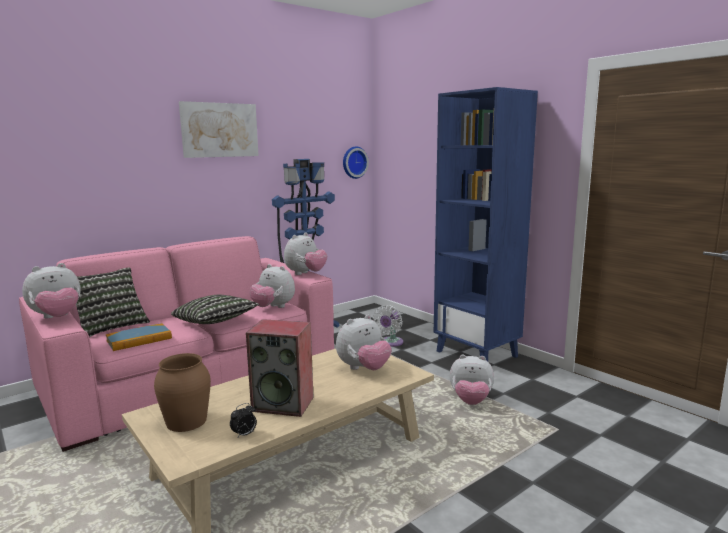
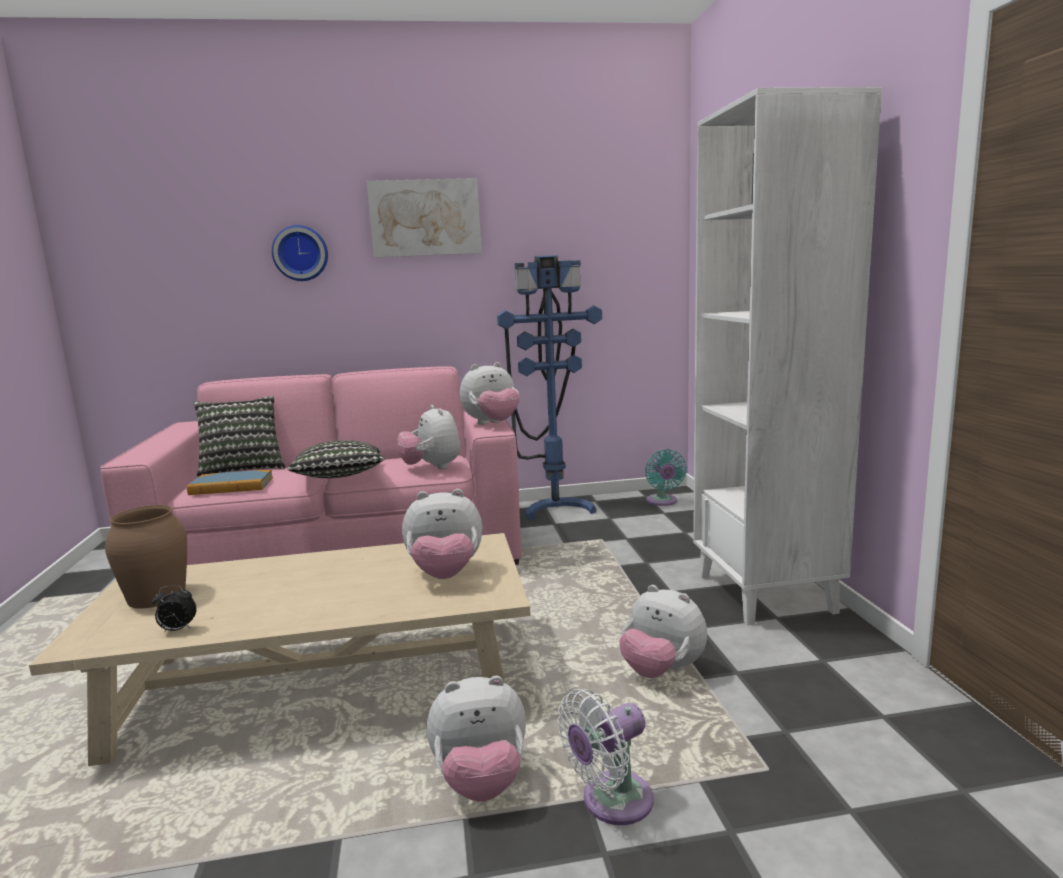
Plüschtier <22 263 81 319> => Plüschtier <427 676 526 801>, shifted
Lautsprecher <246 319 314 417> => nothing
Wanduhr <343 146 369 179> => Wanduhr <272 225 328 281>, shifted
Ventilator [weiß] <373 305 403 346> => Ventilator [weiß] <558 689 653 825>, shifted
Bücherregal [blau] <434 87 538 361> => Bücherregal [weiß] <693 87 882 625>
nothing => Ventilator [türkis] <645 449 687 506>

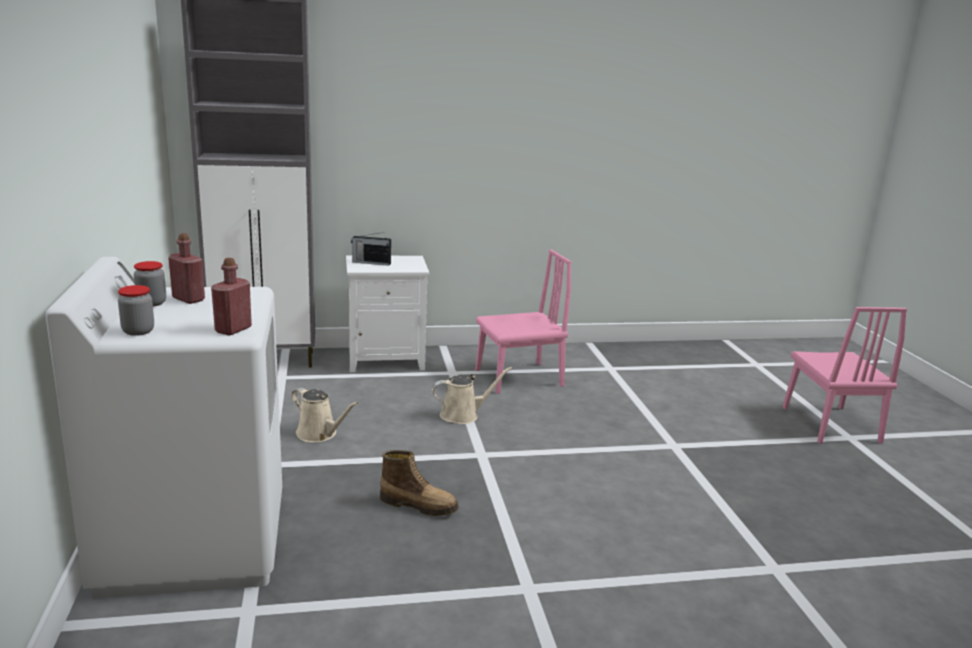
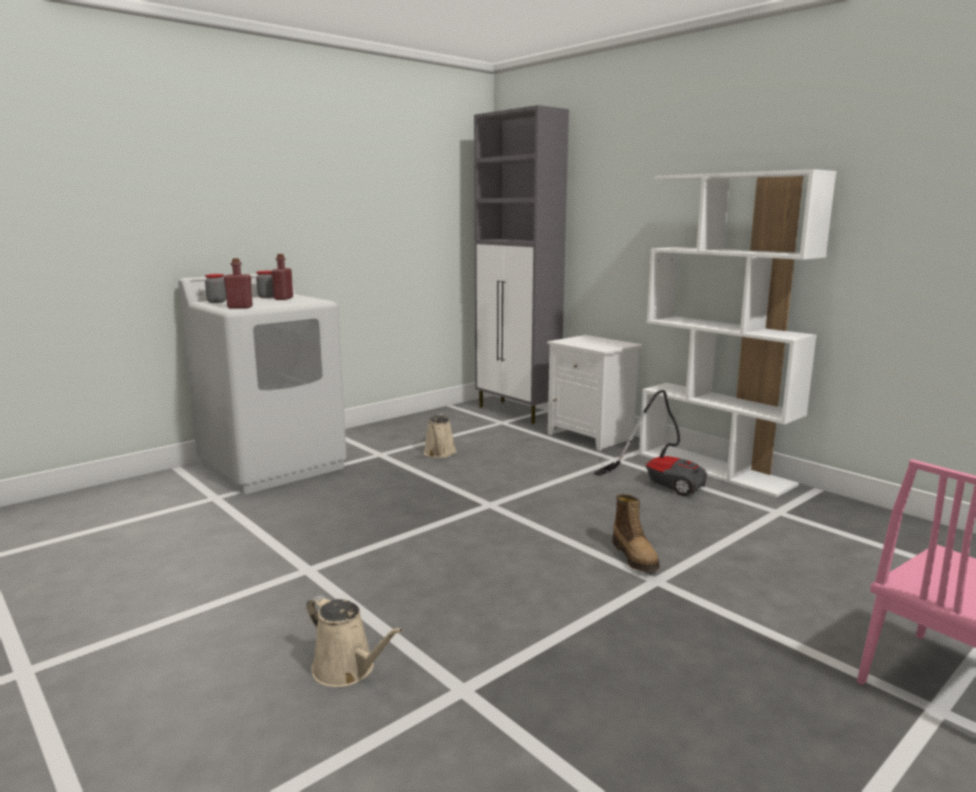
Radio <351 232 391 266> => nothing
Stiefel <380 450 459 516> => Stiefel <612 494 660 571>, shifted
Gießkanne [beige] <432 367 512 424> => Gießkanne [beige] <307 595 403 687>, shifted
Stuhl [rosa] <476 250 571 394> => Staubsauger <594 390 707 496>
nothing => Bücherregal [weiß] <639 169 836 497>

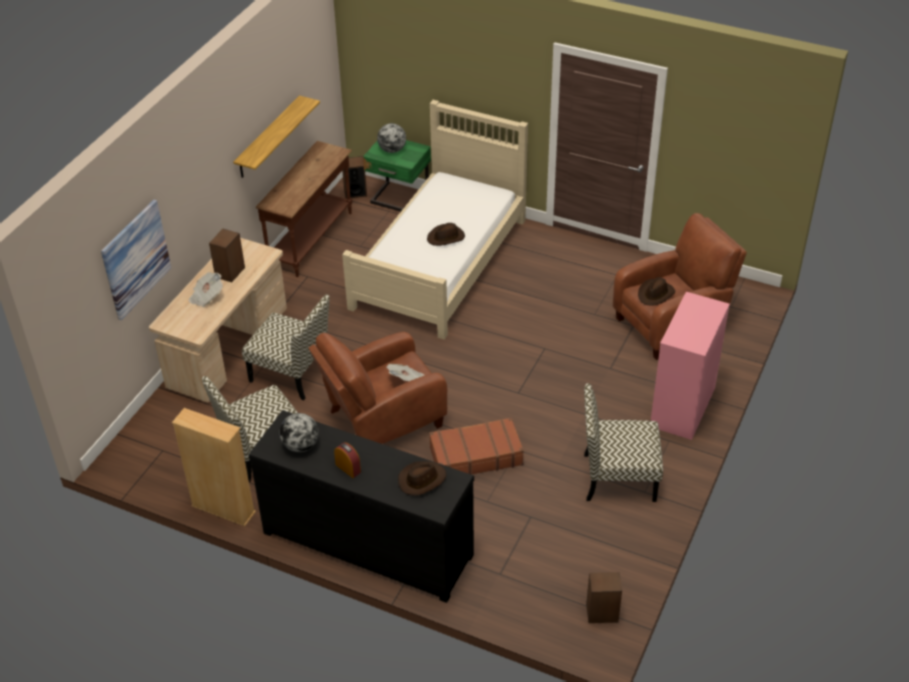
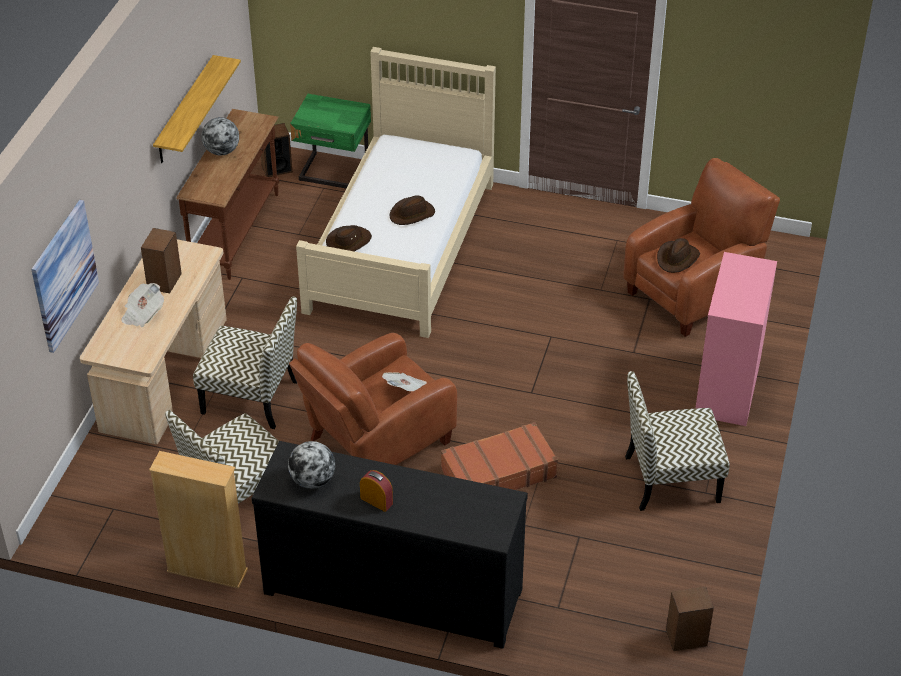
Globus <377 123 406 153> => Globus <201 117 239 156>, shifted
Hut [braun] <398 461 447 496> => Hut [braun] <326 225 372 252>, shifted

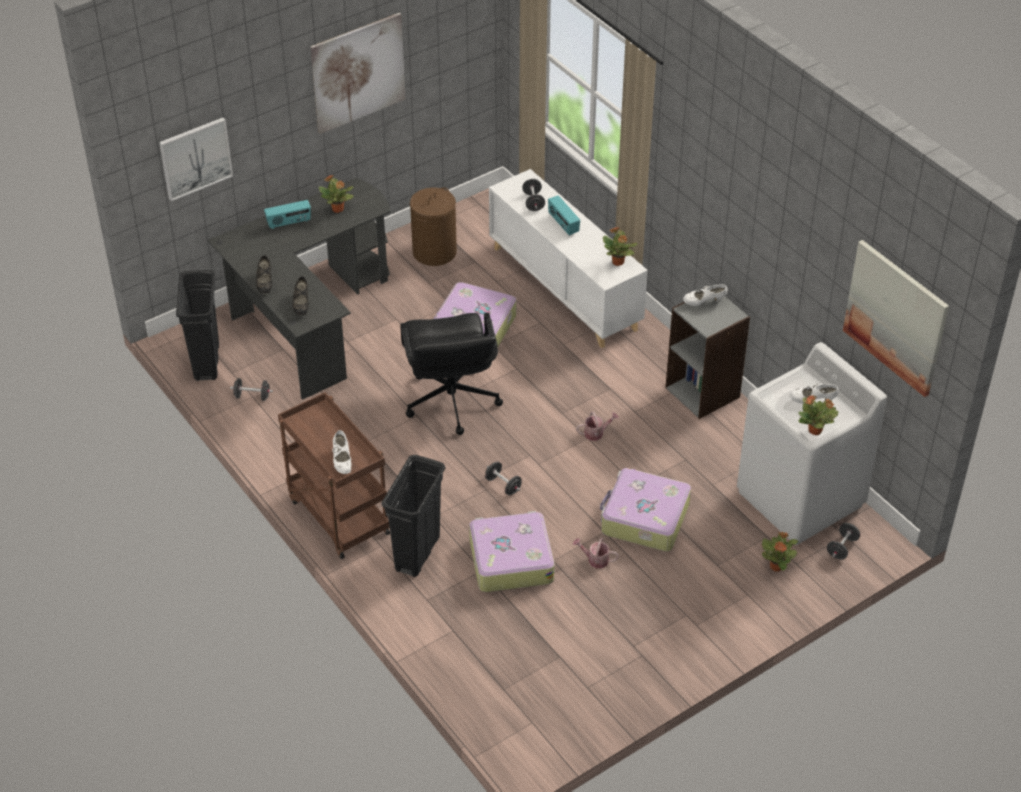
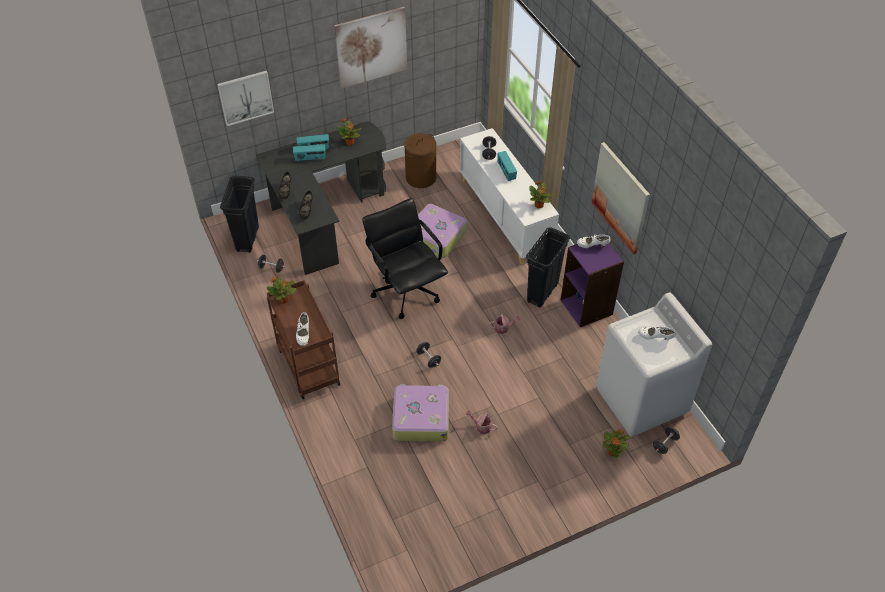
Mülleimer [schwarz] <382 455 445 577> => Mülleimer [schwarz] <526 227 570 307>, shifted
Bürostuhl [schwarz] <400 313 503 435> => Bürostuhl [schwarz] <362 198 448 319>, 150 degrees clockwise
Koffer <600 468 691 551> => nothing
Bücherregal [grau] <665 296 750 419> => Bücherregal [lila] <561 243 624 327>
Topfpflanze <799 395 839 435> => Topfpflanze <267 276 297 304>, shifted
Bild <843 240 949 397> => Bild <591 142 650 255>, shifted
nothing => Radio <293 144 326 162>

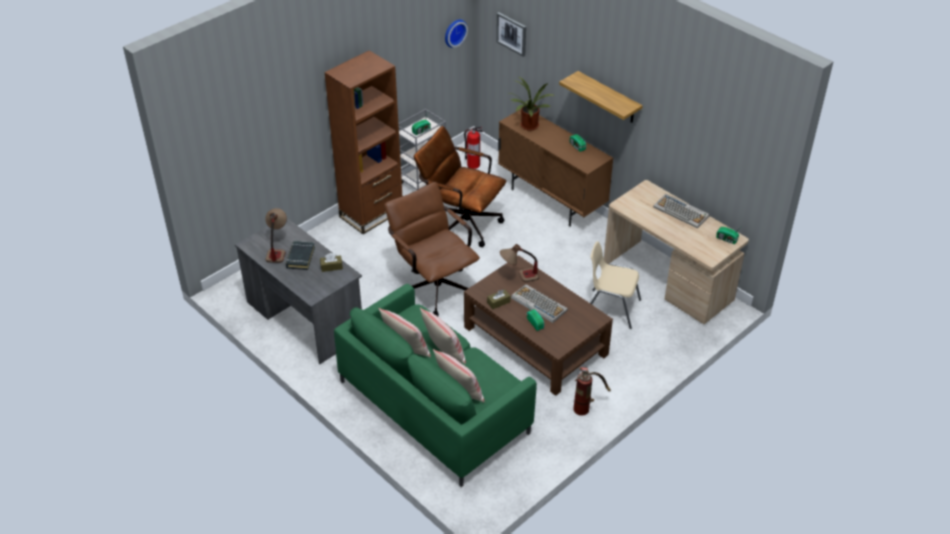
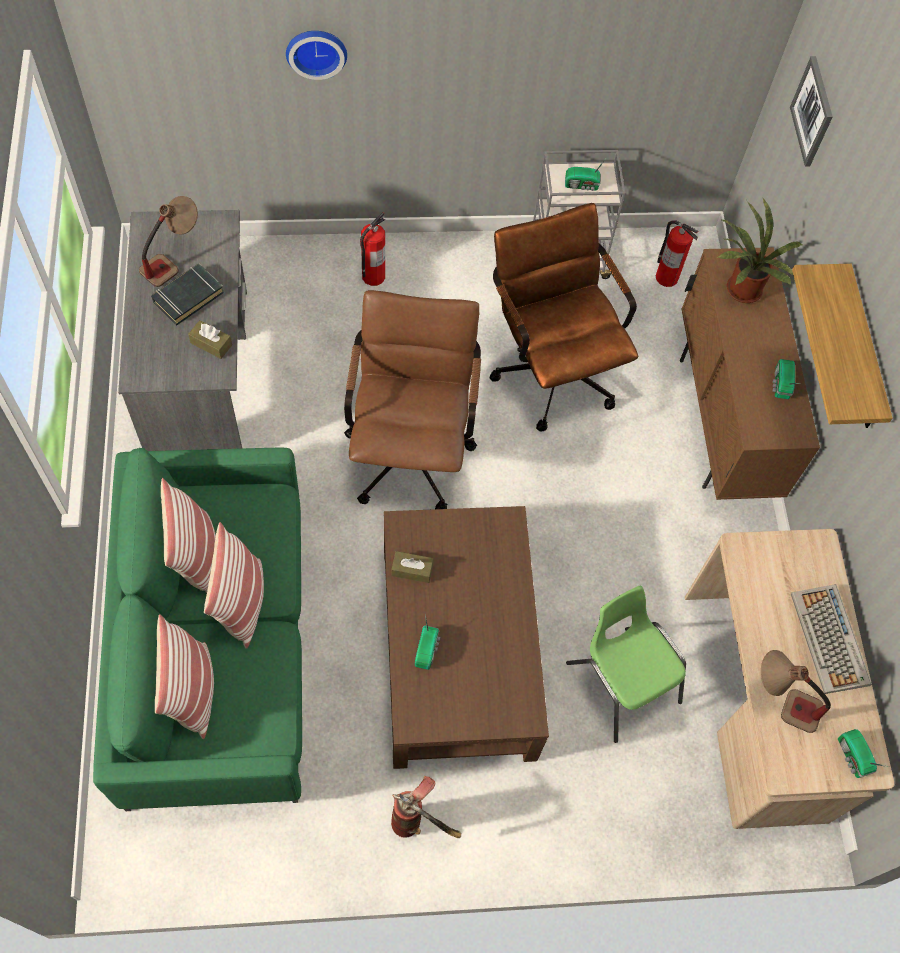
Bücherregal [braun] <324 50 402 234> => nothing
Wanduhr <445 20 468 48> => Wanduhr <286 31 347 80>, shifted
Tischlampe <500 244 539 282> => Tischlampe <761 650 831 733>, shifted
Tastatur <511 284 568 323> => nothing
Stuhl [beige] <590 241 641 329> => Stuhl [grün] <566 586 686 743>
nothing => Feuerlöscher <360 212 385 286>

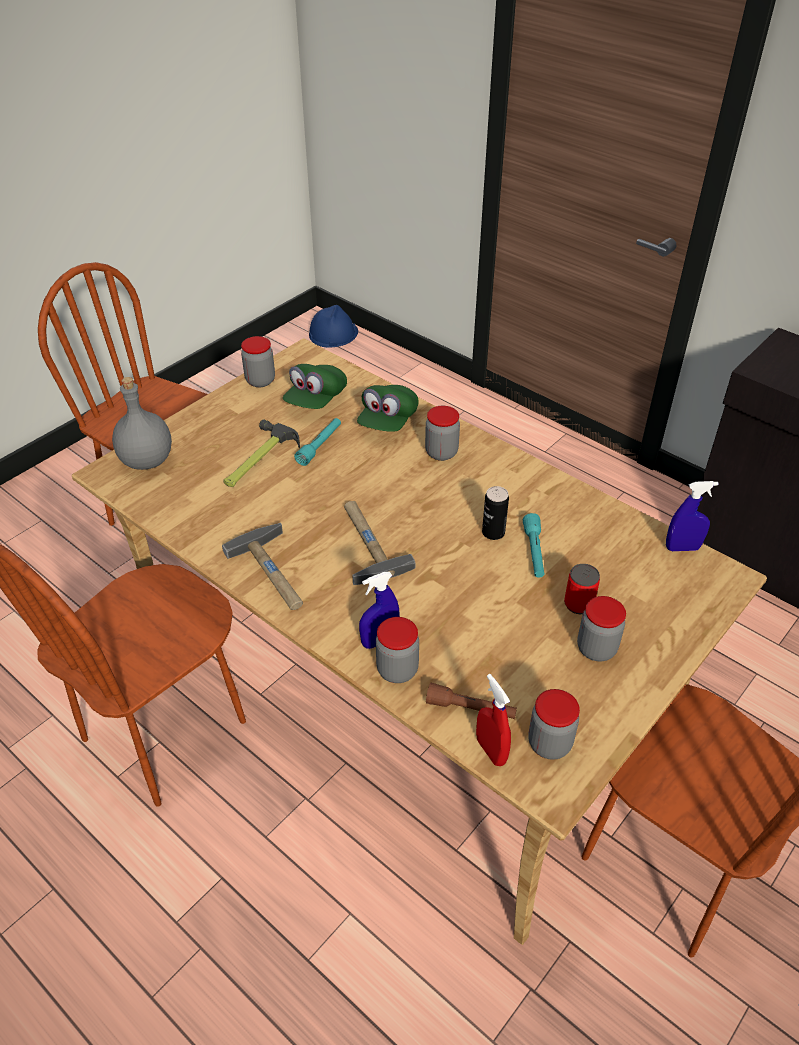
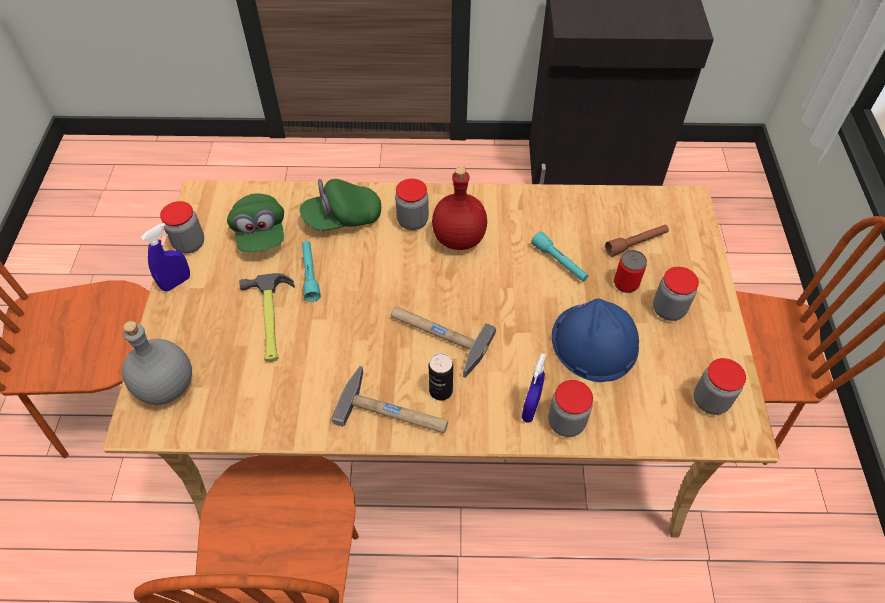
Schutzhelm [blau] <309 305 358 347> => Schutzhelm [blau] <552 299 639 382>, shifted
Kappe [grün] <357 385 419 432> => Kappe [grün] <300 179 381 231>, 90 degrees clockwise
Taschenlampe [braun] <426 683 517 719> => Taschenlampe [braun] <605 225 669 257>, shifted
Sprühflasche [rot] <476 674 511 766> => nothing
Dose <482 486 509 540> => Dose <429 353 453 401>, shifted
Sprühflasche [blau] <666 481 719 551> => Sprühflasche [blau] <141 223 190 291>, shifted
nothing => Flasche [rot] <432 167 487 250>

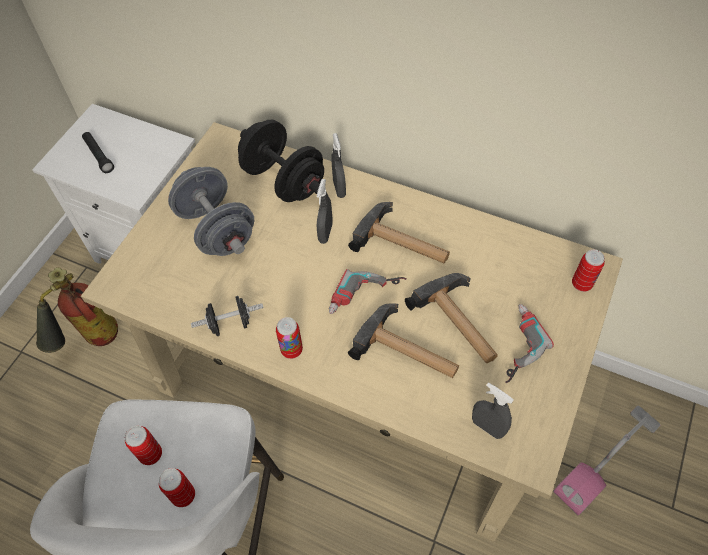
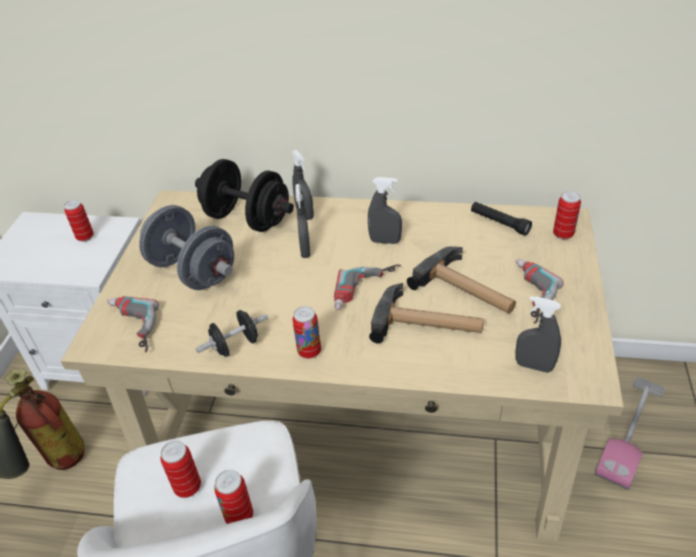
Taschenlampe [schwarz] <82 132 114 173> => Taschenlampe [schwarz] <471 202 532 236>, shifted
Hammer <348 202 450 263> => Sprühflasche [grau] <368 177 402 244>
nothing => Dose <64 200 94 241>
nothing => Bohrmaschine <107 296 159 353>

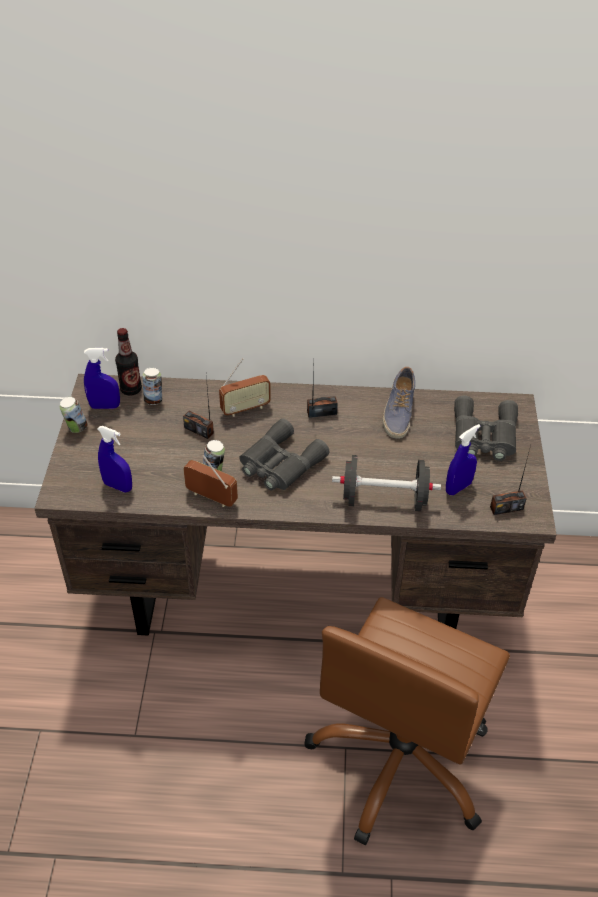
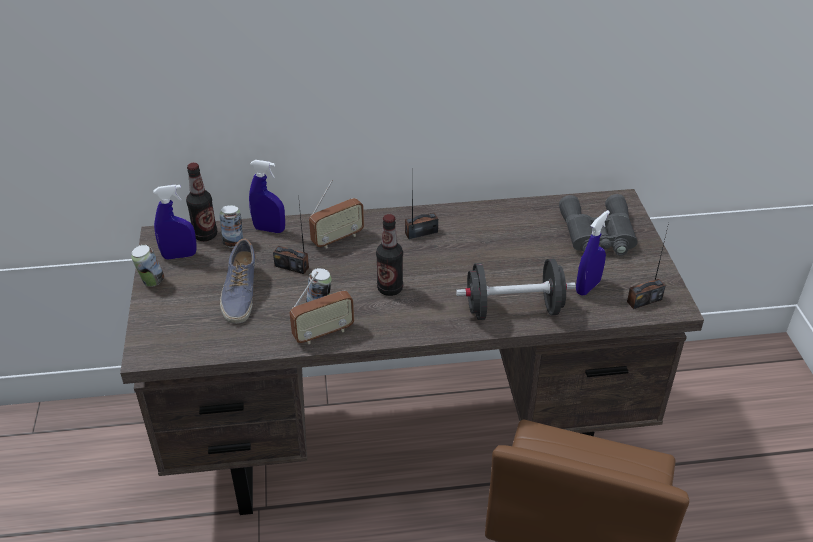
Sprühflasche [blau] <97 426 132 493> => Sprühflasche [blau] <249 160 285 233>, shifted
Radio <183 455 238 507> => Radio <290 271 354 344>, 135 degrees clockwise
Fernglas [grau] <239 418 329 491> => Flasche <376 214 403 296>
Schuh <382 367 415 439> => Schuh <220 239 257 324>, shifted

